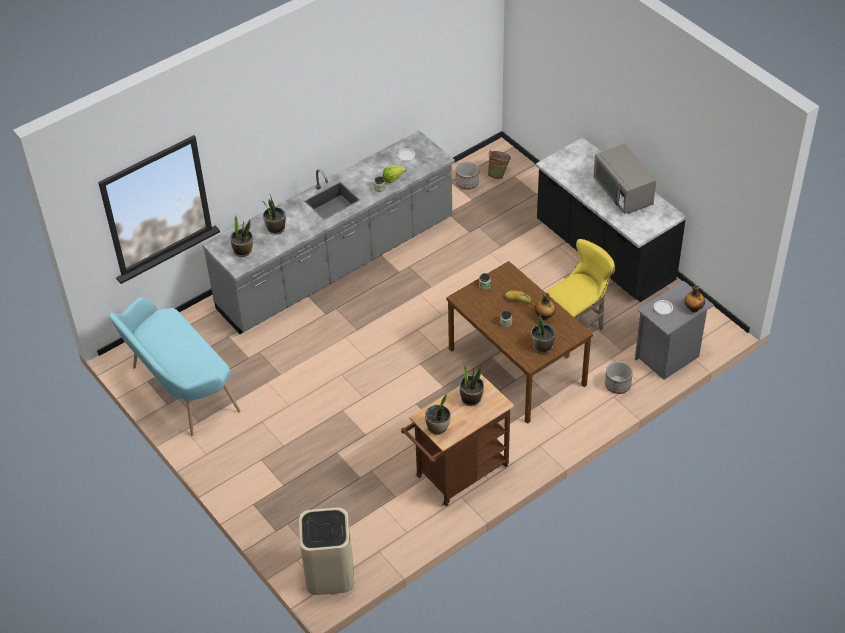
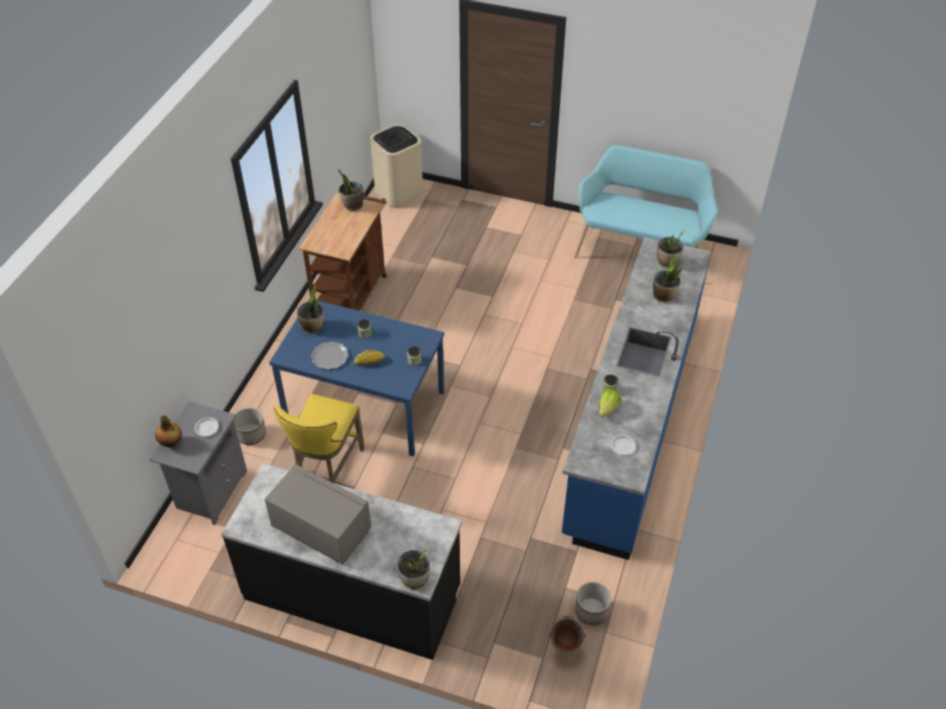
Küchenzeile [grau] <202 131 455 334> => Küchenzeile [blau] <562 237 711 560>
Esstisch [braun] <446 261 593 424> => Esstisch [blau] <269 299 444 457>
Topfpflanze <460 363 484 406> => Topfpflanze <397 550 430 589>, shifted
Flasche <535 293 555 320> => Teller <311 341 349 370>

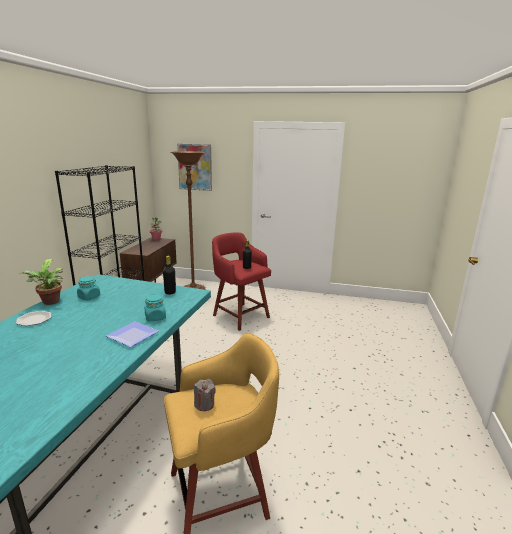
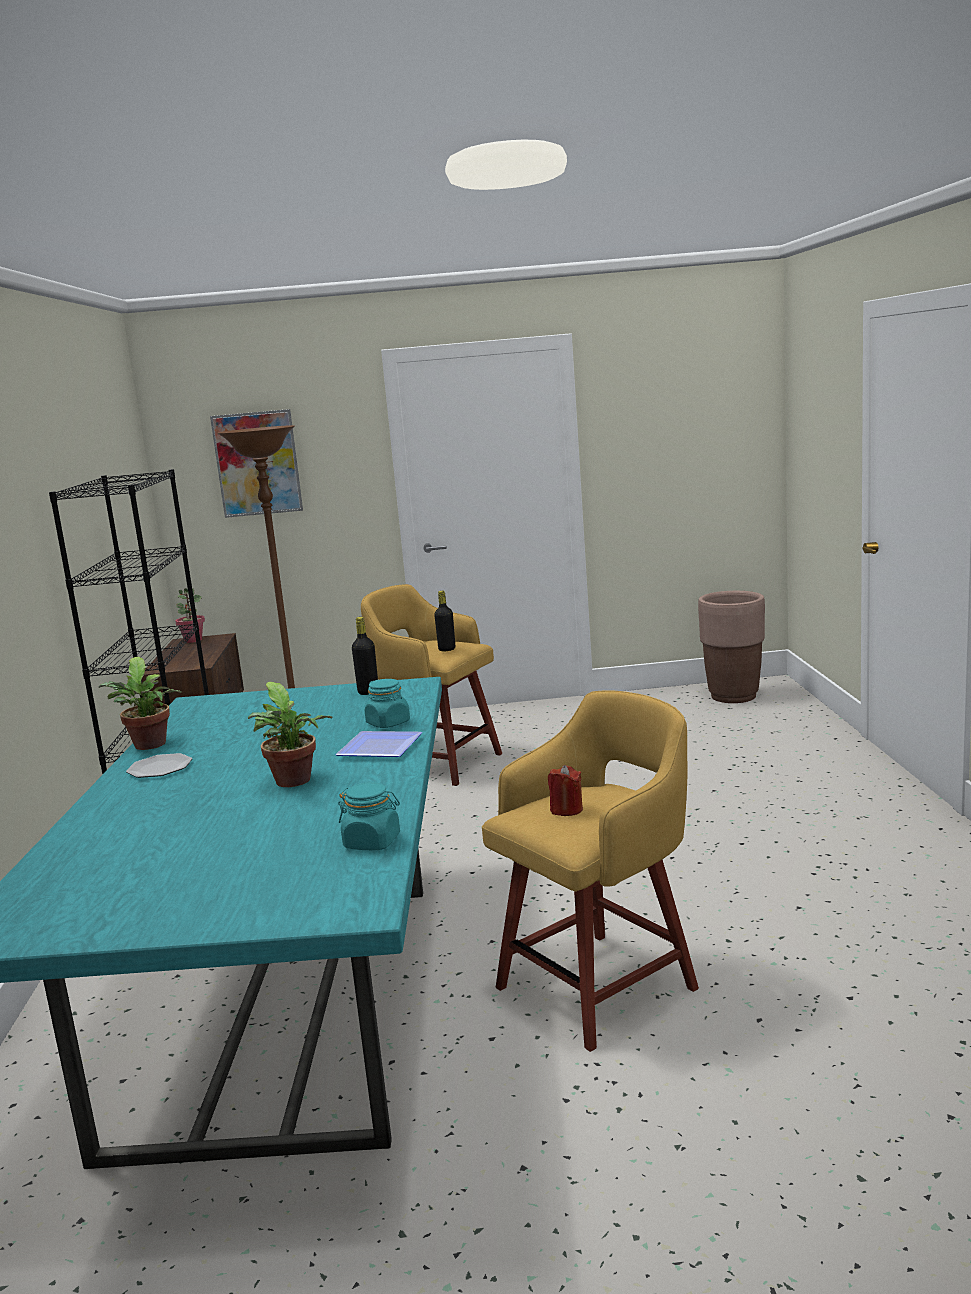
Vorratsglas [türkis] <77 276 100 300> => Vorratsglas [türkis] <338 782 400 850>, shifted
Kerze [grau] <194 379 216 411> => Kerze [rot] <548 765 583 816>
Hocker [rot] <212 233 271 331> => Hocker [gelb] <361 584 502 786>
nothing => Topfpflanze <248 682 333 787>
nothing => Pflanzkübel [braun] <698 591 765 703>

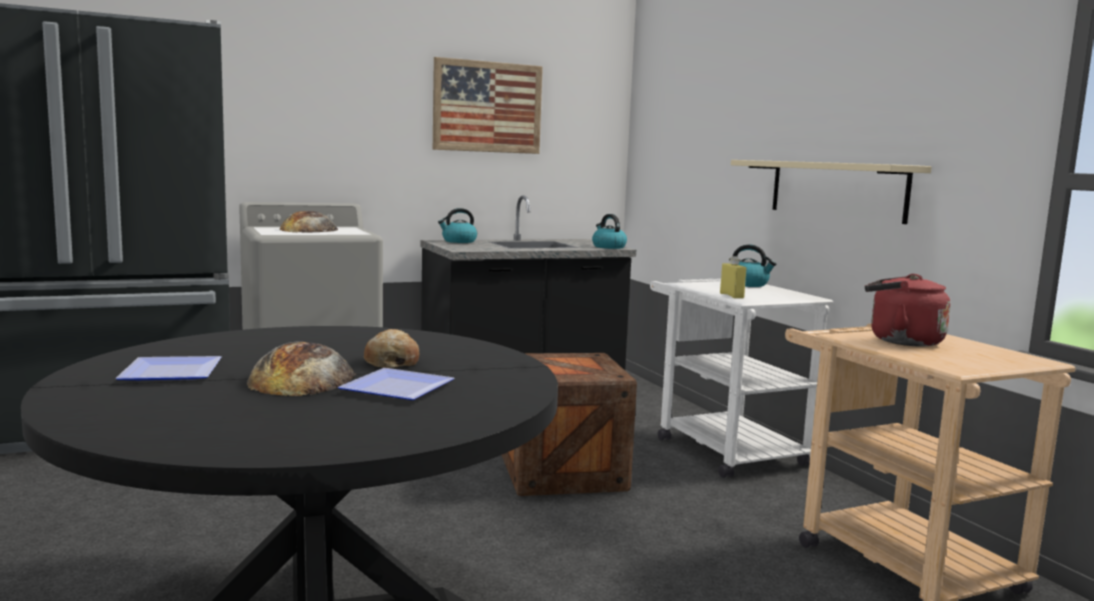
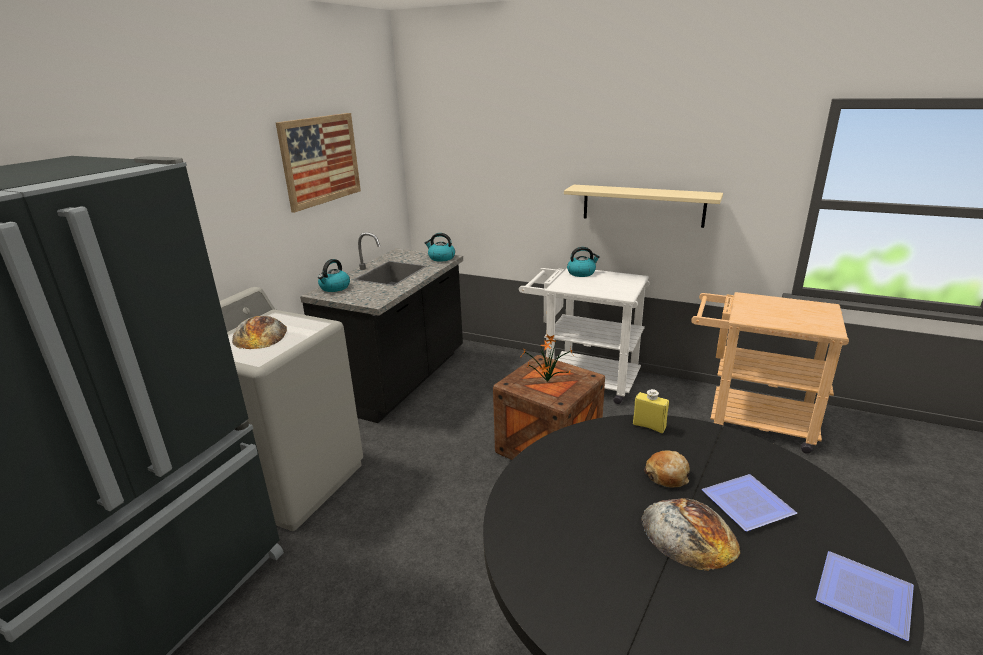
Teller <115 356 221 380> => Teller <816 551 914 641>, shifted
Flasche [gelb] <720 256 746 299> => Flasche [gelb] <633 389 669 433>, shifted
Wasserkessel [rot] <865 274 951 347> => nothing
nothing => Topfpflanze <520 334 573 381>

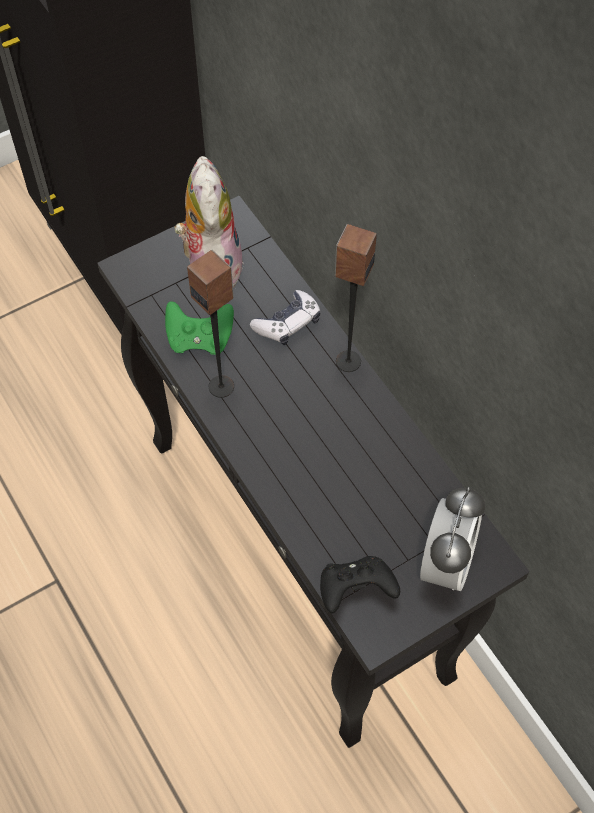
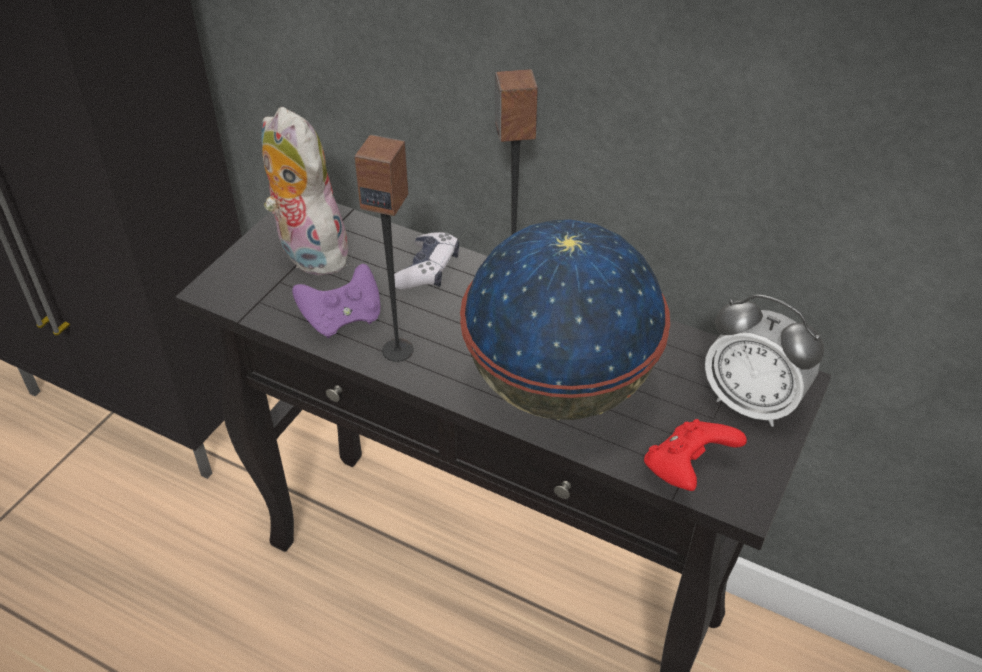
Gamepad [grün] <165 301 234 355> => Gamepad [lila] <292 264 380 338>
Gamepad [schwarz] <320 556 400 614> => Gamepad [rot] <644 419 747 491>
Wecker <420 487 485 591> => Wecker <705 294 824 427>, 135 degrees clockwise
nothing => Globus <460 220 670 420>

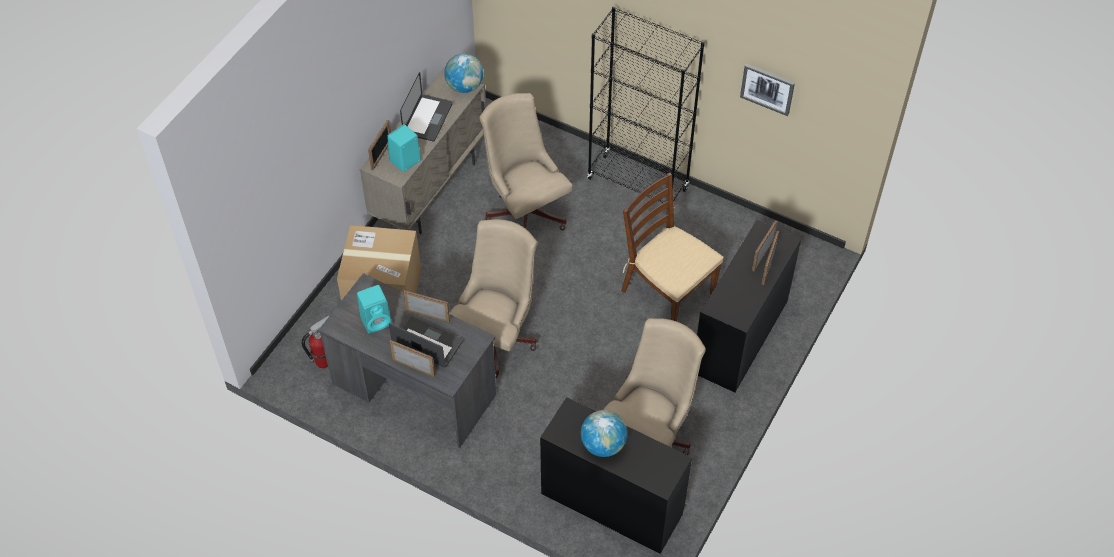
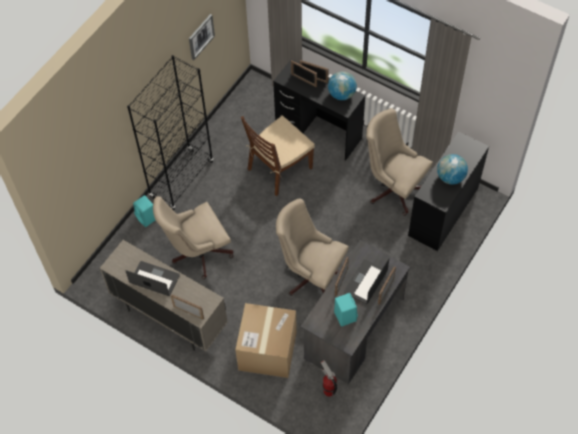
Lautsprecher [türkis] <387 124 421 172> => Lautsprecher [türkis] <133 195 156 227>, shifted
Globus <444 53 483 93> => Globus <328 71 357 100>, shifted

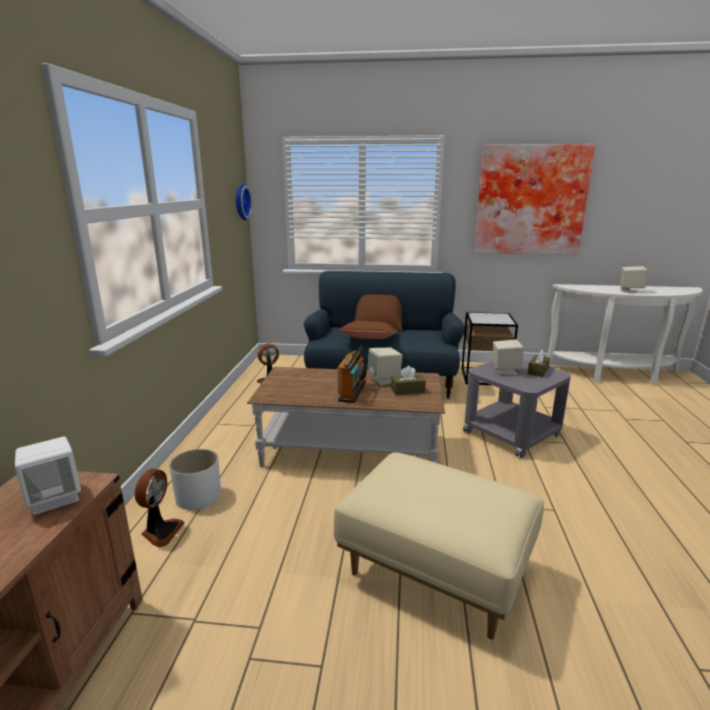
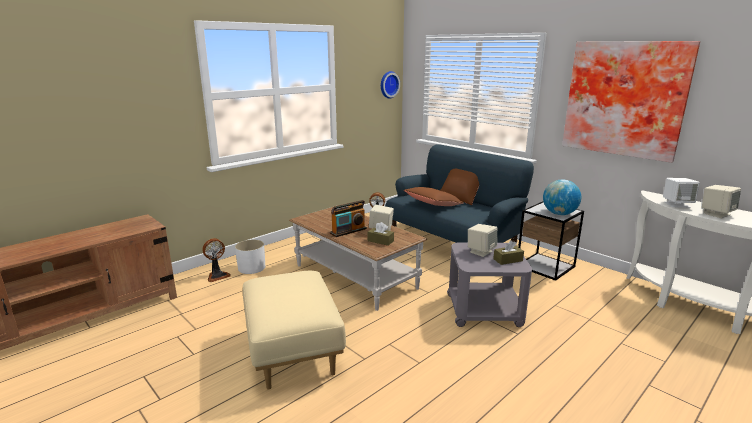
Lautsprecher [weiß] <15 437 81 515> => Lautsprecher [weiß] <663 178 700 208>, shifted
nothing => Globus <543 180 581 215>

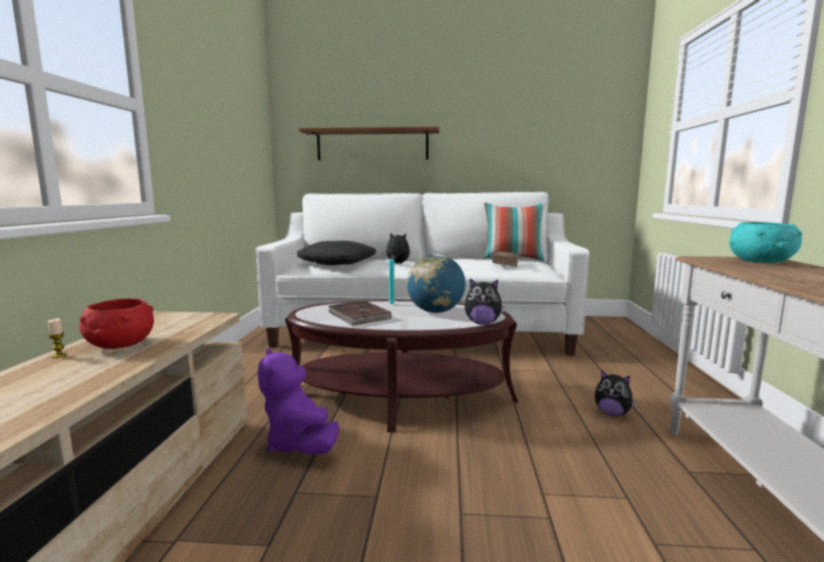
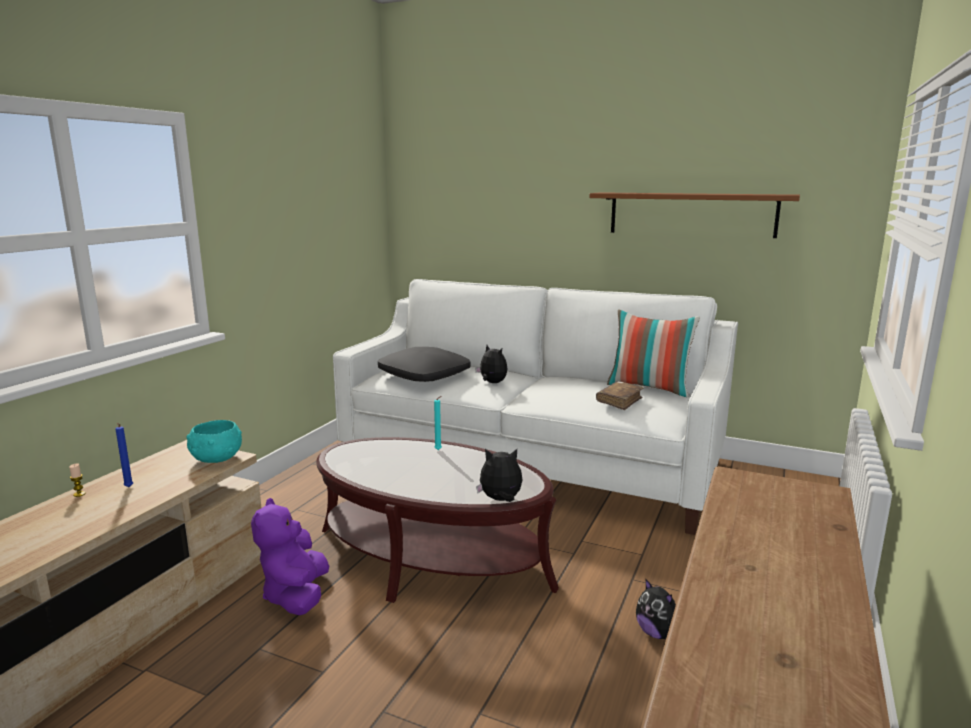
Schüssel [rot] <79 299 154 349> => Kerze [blau] <115 423 133 487>
Wandregal [braun] <299 127 439 160> => Wandregal [braun] <589 192 800 238>, shifted
Buch [braun] <329 300 391 325> => nothing
Globus <407 254 465 313> => nothing
Plüschtier <465 279 505 325> => Plüschtier <476 449 523 502>, 150 degrees clockwise
Schüssel [türkis] <729 222 802 263> => Schüssel [türkis] <186 420 242 463>, shifted

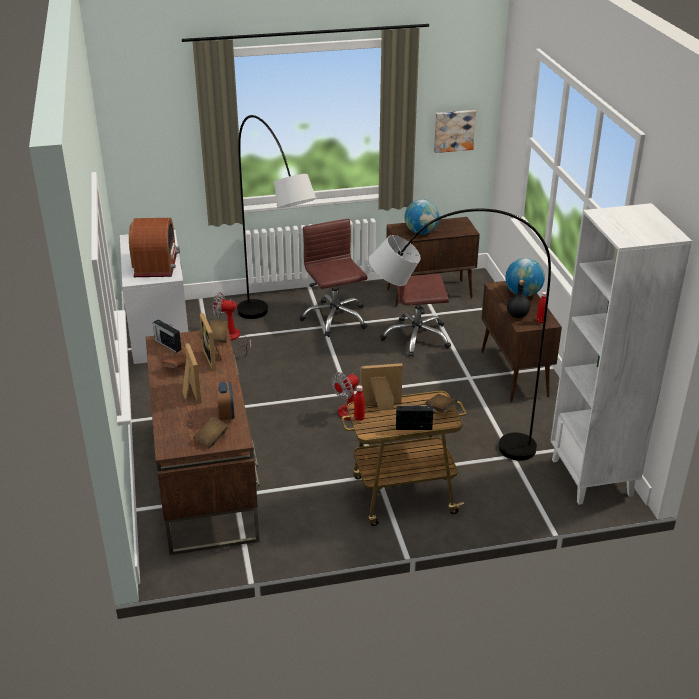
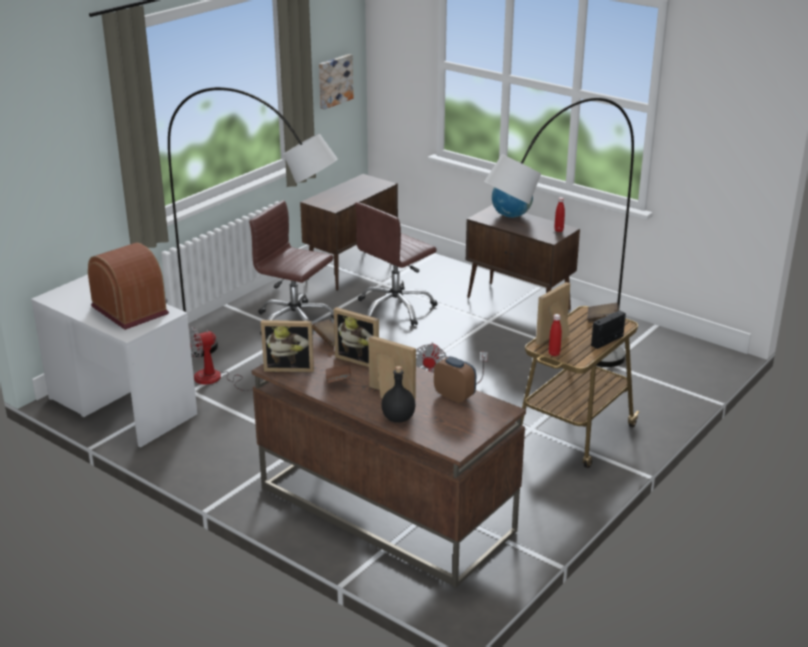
Radio <153 320 181 353> => Bilderrahmen <261 320 314 372>
Buch [braun] <194 416 228 448> => nothing
Globus <405 199 439 234> => nothing
Flasche [schwarz] <507 280 530 318> => Flasche [schwarz] <381 366 416 422>, shifted
Bücherregal [weiß] <550 203 692 505> => nothing

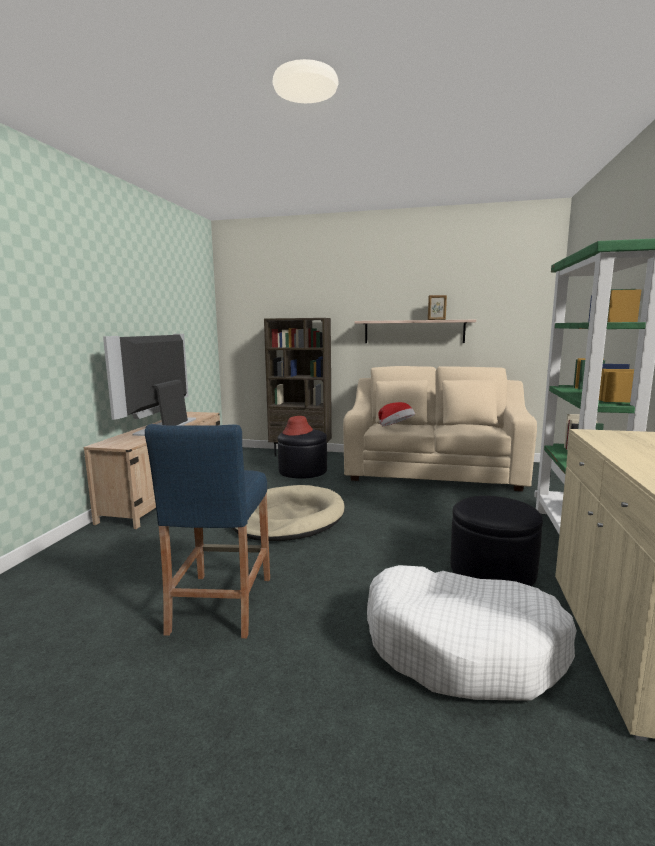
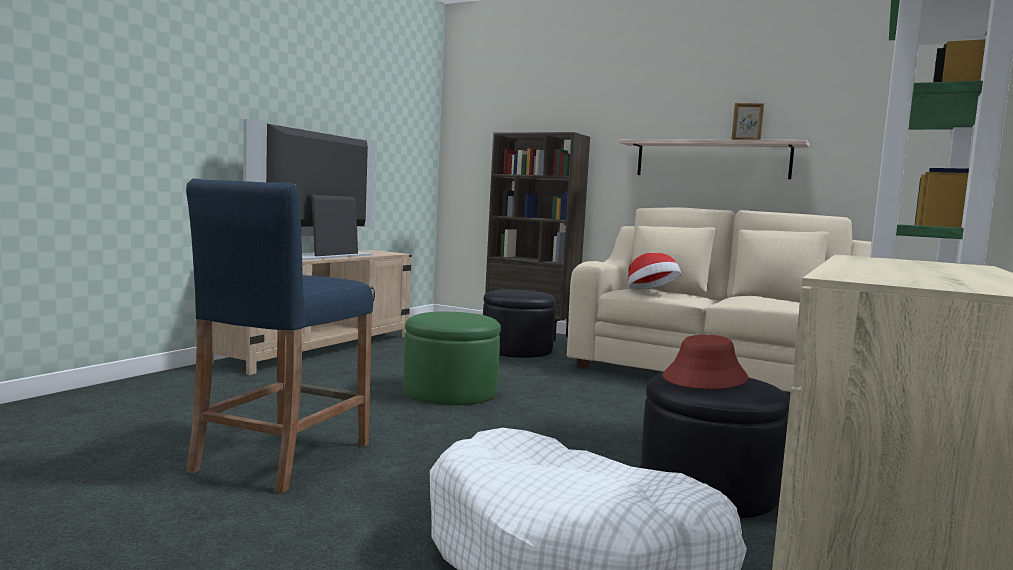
Hundebett [beige] <233 485 345 541> => Polsterhocker [grün] <403 311 501 405>
Hut [rot] <283 416 313 436> => Hut [rot] <663 335 749 389>, shifted

